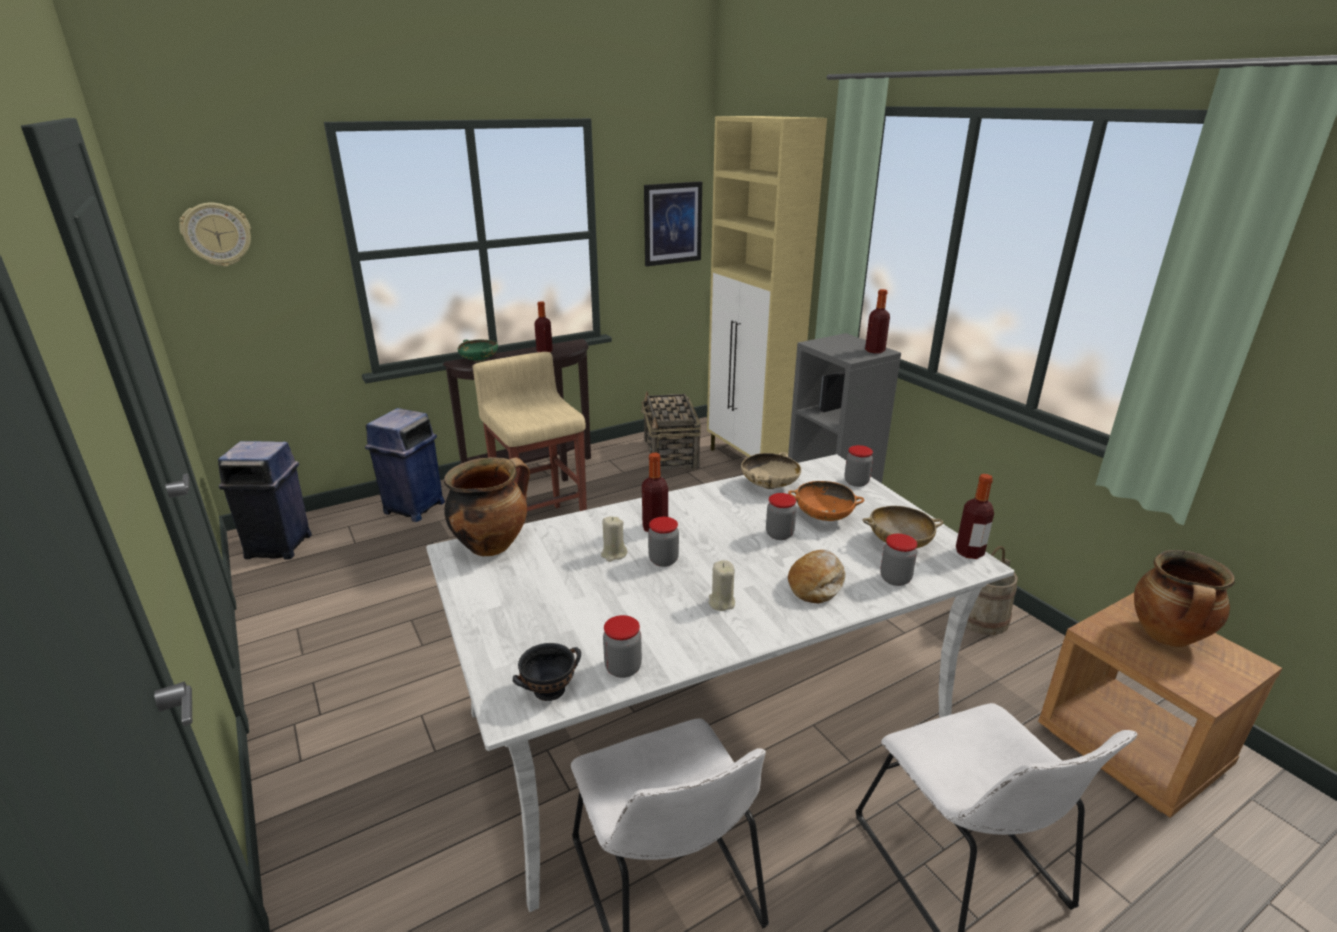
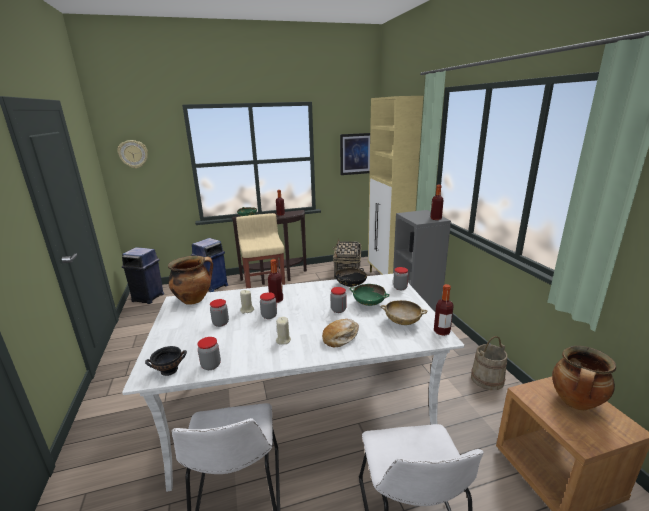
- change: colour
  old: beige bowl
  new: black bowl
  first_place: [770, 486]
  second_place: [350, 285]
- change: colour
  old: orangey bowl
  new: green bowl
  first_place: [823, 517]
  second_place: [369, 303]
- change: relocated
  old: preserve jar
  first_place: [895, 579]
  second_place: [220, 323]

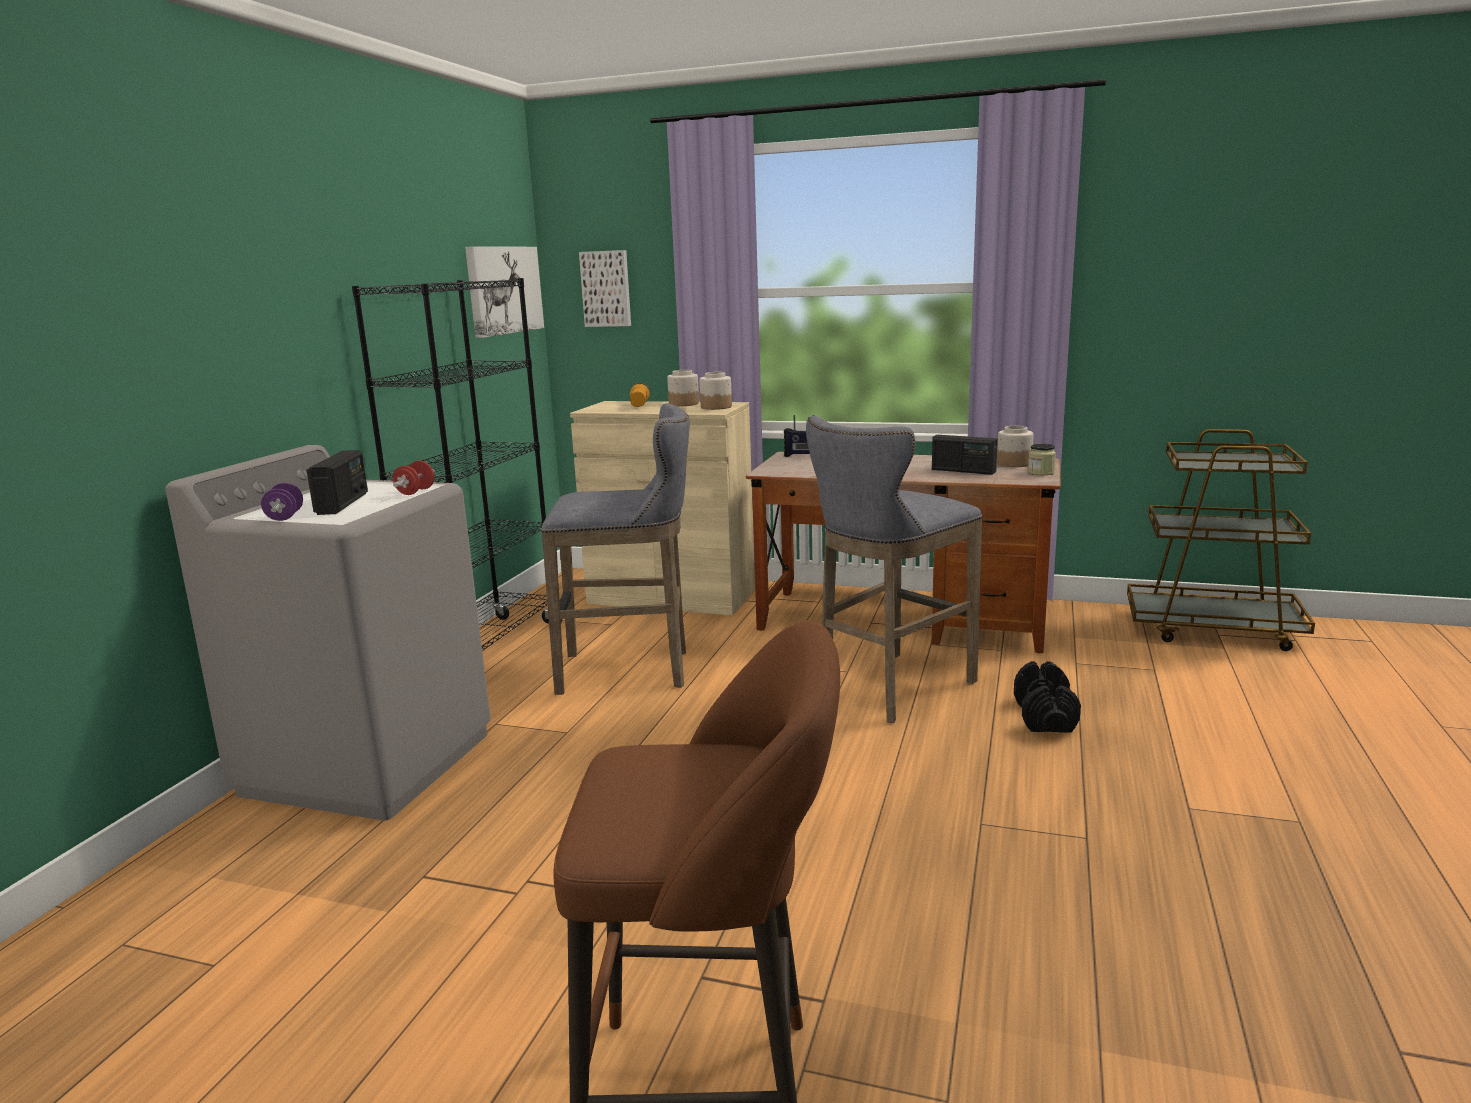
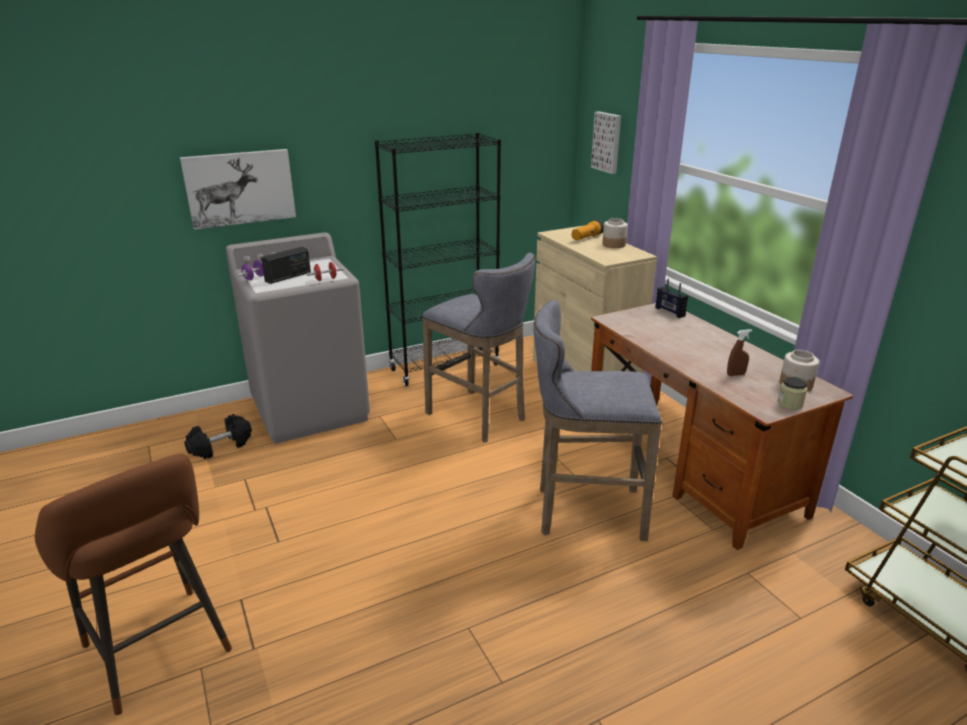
- change: relocated
  old: picture
  first_place: [503, 290]
  second_place: [240, 188]
- change: missing
  old: preserve jar
  first_place: [716, 407]
- change: exchanged
  old: radio set
  new: brownish hand sprayer
  first_place: [963, 471]
  second_place: [735, 374]
- change: relocated
  old: black hand weight
  first_place: [1045, 716]
  second_place: [220, 447]

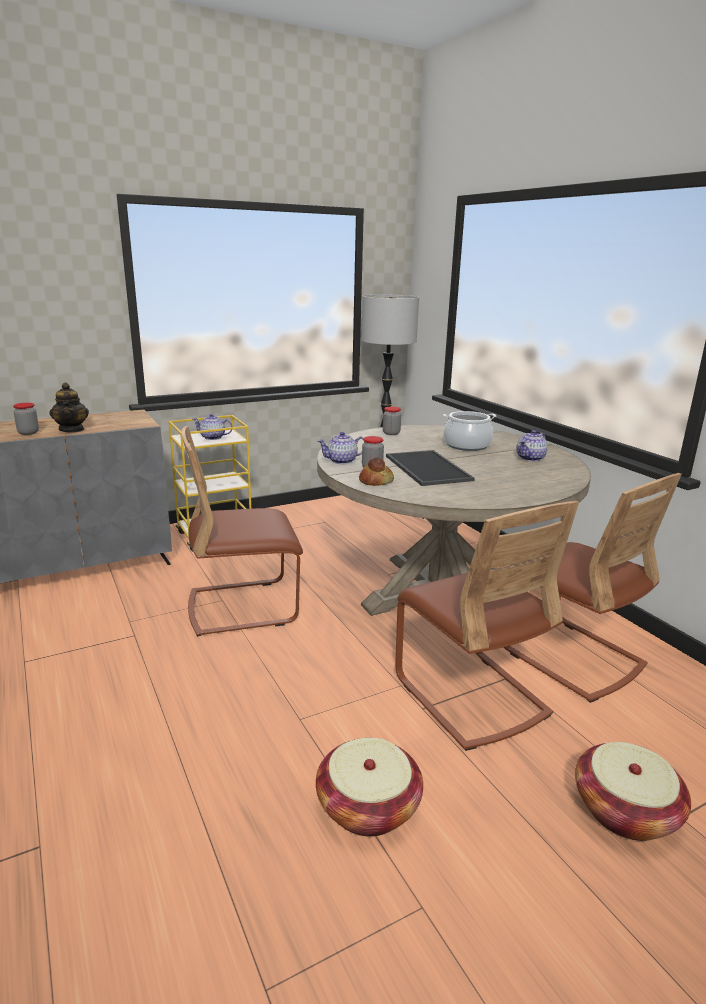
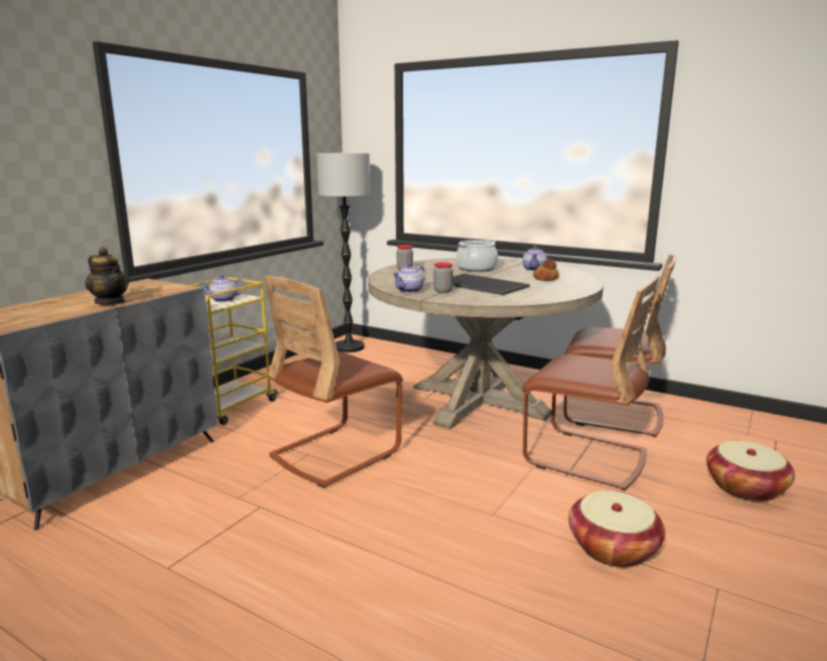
- change: missing
  old: preserve jar
  first_place: [28, 432]
- change: relocated
  old: bakery bread
  first_place: [375, 481]
  second_place: [545, 278]

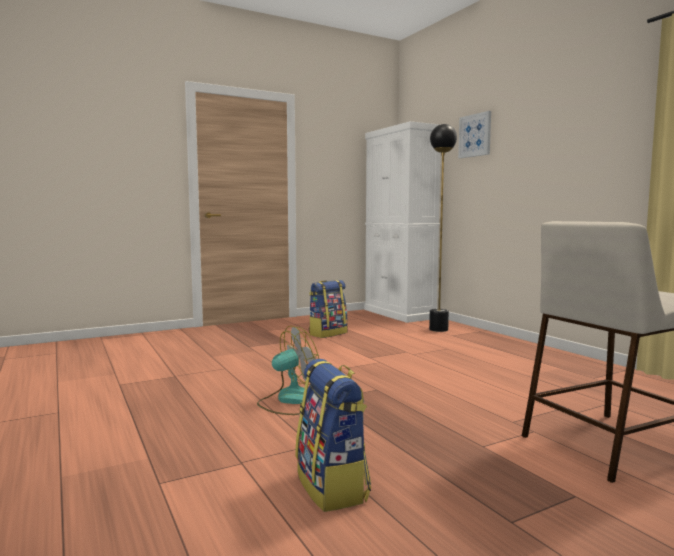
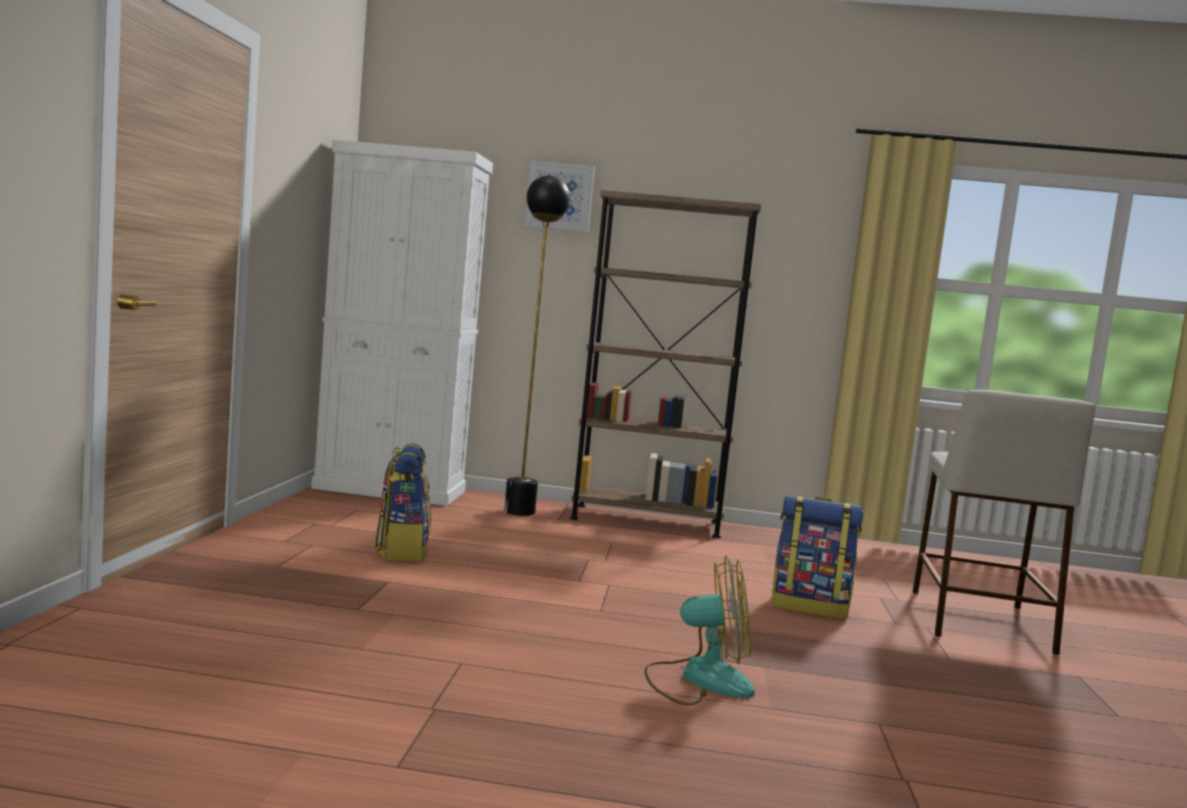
- change: spun
  old: electric fan
  first_place: [289, 400]
  second_place: [699, 679]
  degrees: 90
- change: relocated
  old: rucksack
  first_place: [333, 487]
  second_place: [810, 607]
- change: appeared
  new: brownish bookshelf
  second_place: [646, 520]

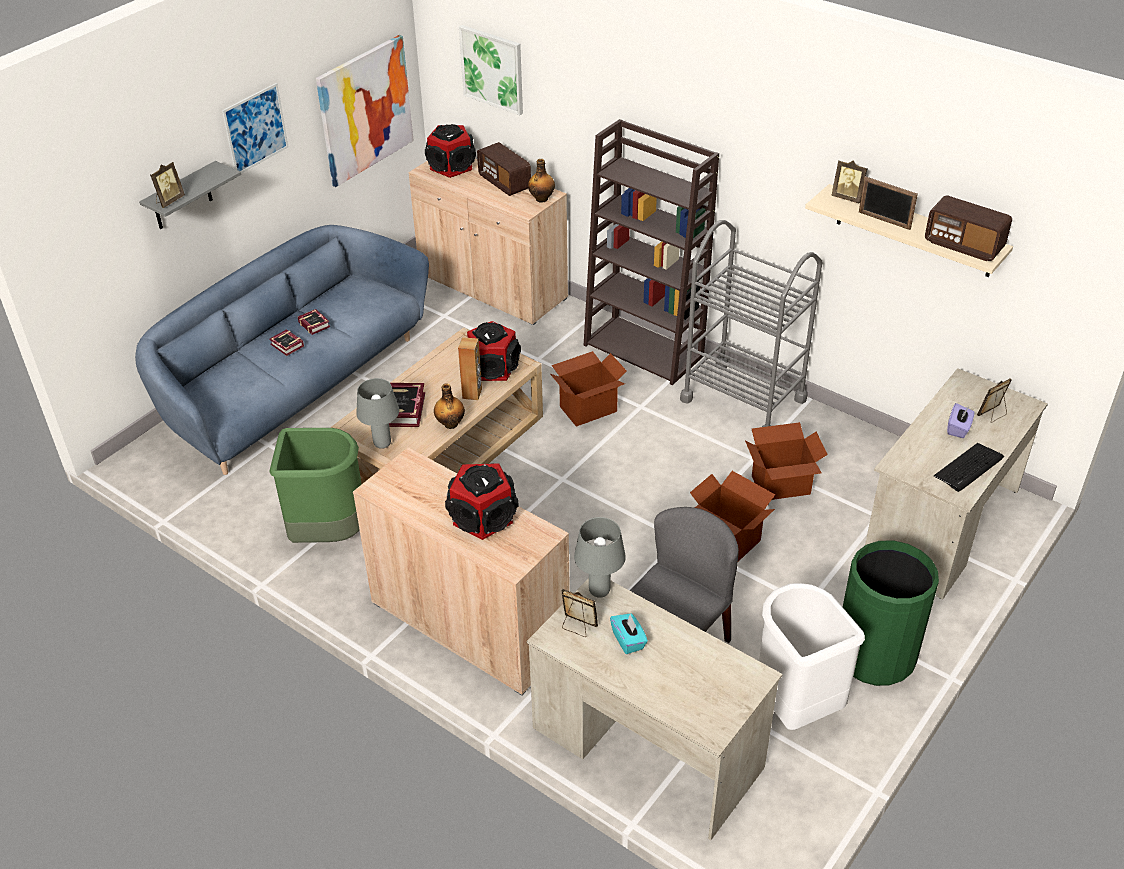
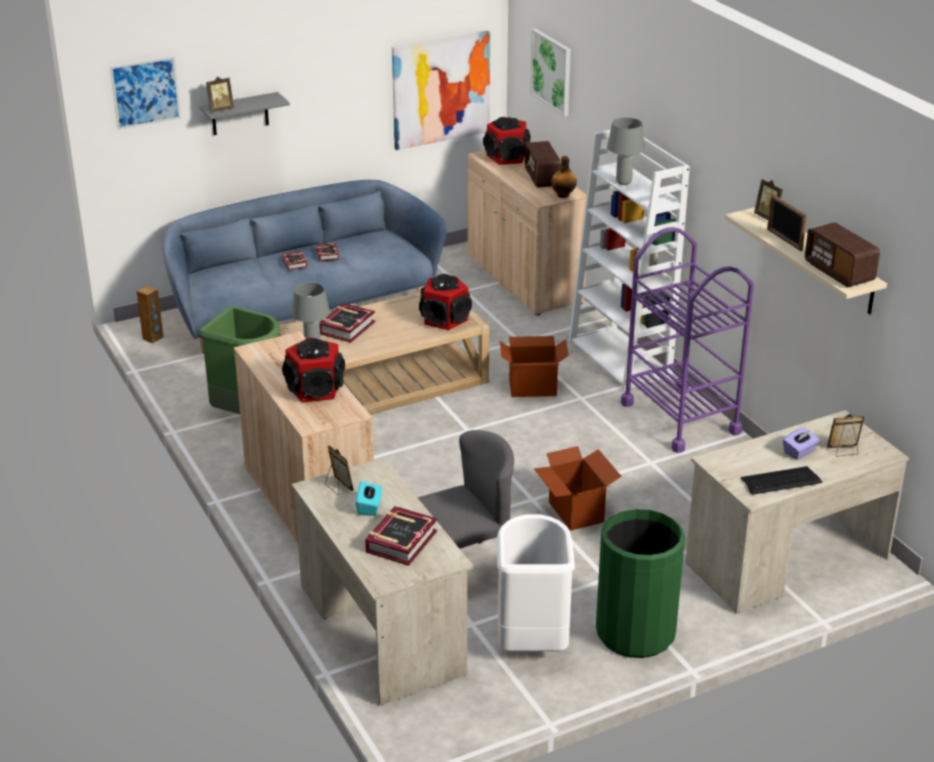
- change: relocated
  old: picture
  first_place: [255, 129]
  second_place: [145, 92]
- change: missing
  old: bottle
  first_place: [450, 423]
- change: relocated
  old: brownish audio speaker
  first_place: [472, 393]
  second_place: [153, 338]
- change: relocated
  old: gray table lamp
  first_place: [599, 591]
  second_place: [623, 182]
- change: colour
  old: brownish bookshelf
  new: whitish bookshelf
  first_place: [645, 350]
  second_place: [621, 358]
- change: colour
  old: gray trolley
  new: purple-coloured trolley
  first_place: [743, 399]
  second_place: [680, 417]
- change: missing
  old: packing box
  first_place: [781, 486]
- change: appeared
  new: bound book
  second_place: [401, 541]

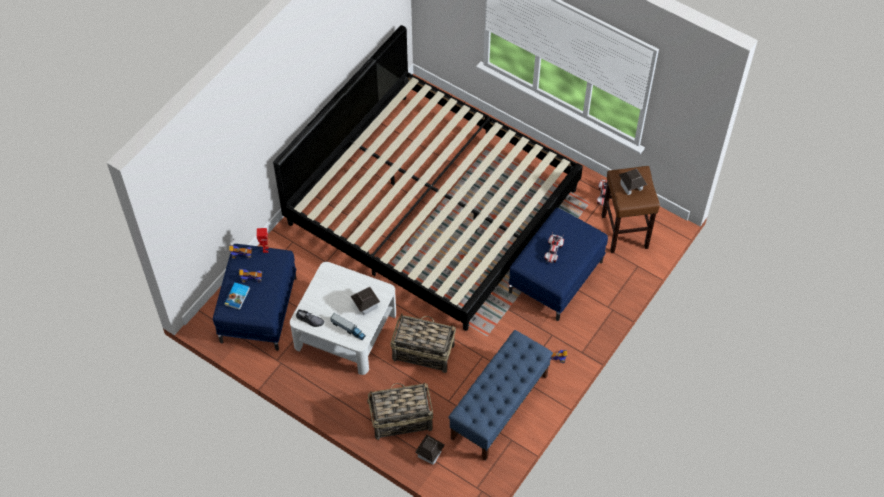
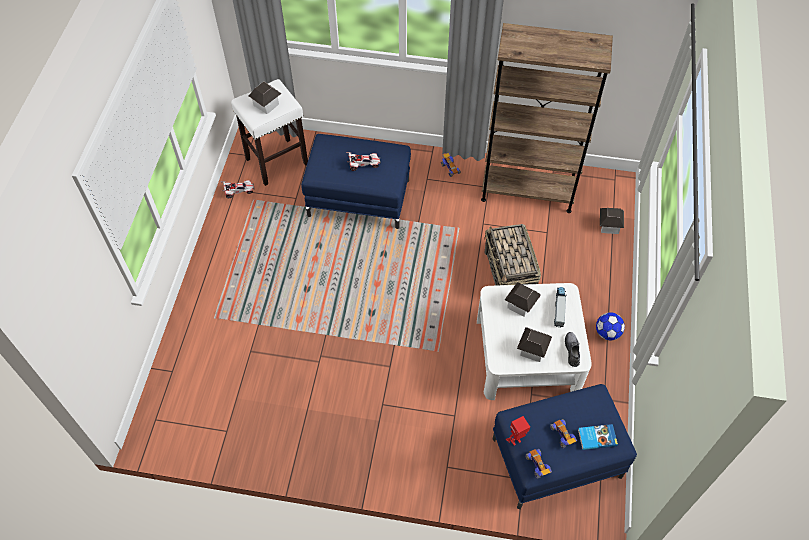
- change: missing
  old: bed
  first_place: [432, 206]
- change: missing
  old: storage basket
  first_place: [400, 419]
- change: exchanged
  old: blue-coloured long seat
  new: brownish bookshelf
  first_place: [499, 407]
  second_place: [527, 191]
- change: colour
  old: brownish stool seat
  new: whitish stool seat
  first_place: [625, 232]
  second_place: [277, 161]
- change: appeared
  new: model house
  second_place: [532, 349]
- change: appeared
  new: football ball
  second_place: [607, 333]

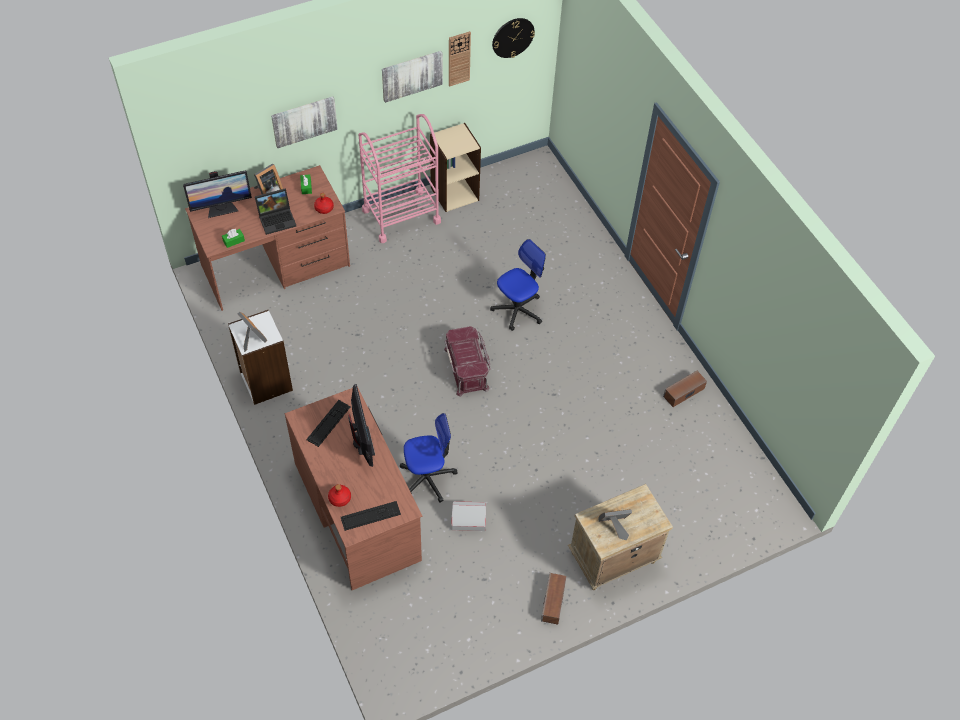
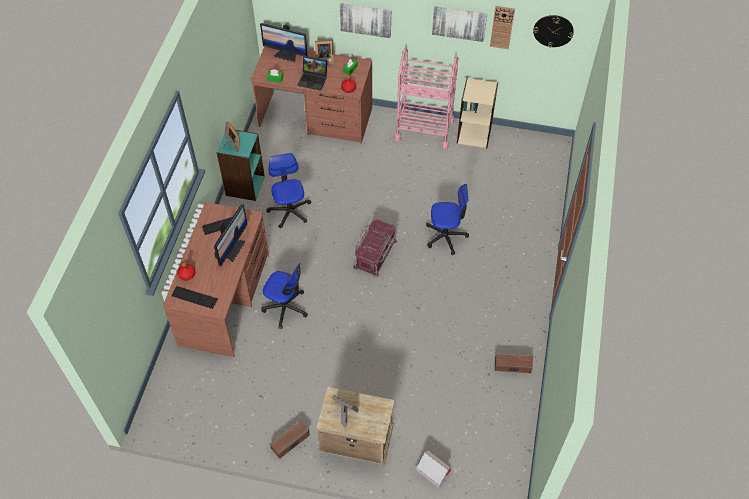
- change: colour
  old: whitish bookshelf
  new: turquoise-coloured bookshelf
  first_place: [265, 382]
  second_place: [244, 185]
- change: relocated
  old: packing box
  first_place: [468, 520]
  second_place: [433, 472]
- change: appeared
  new: desk chair
  second_place: [289, 211]

